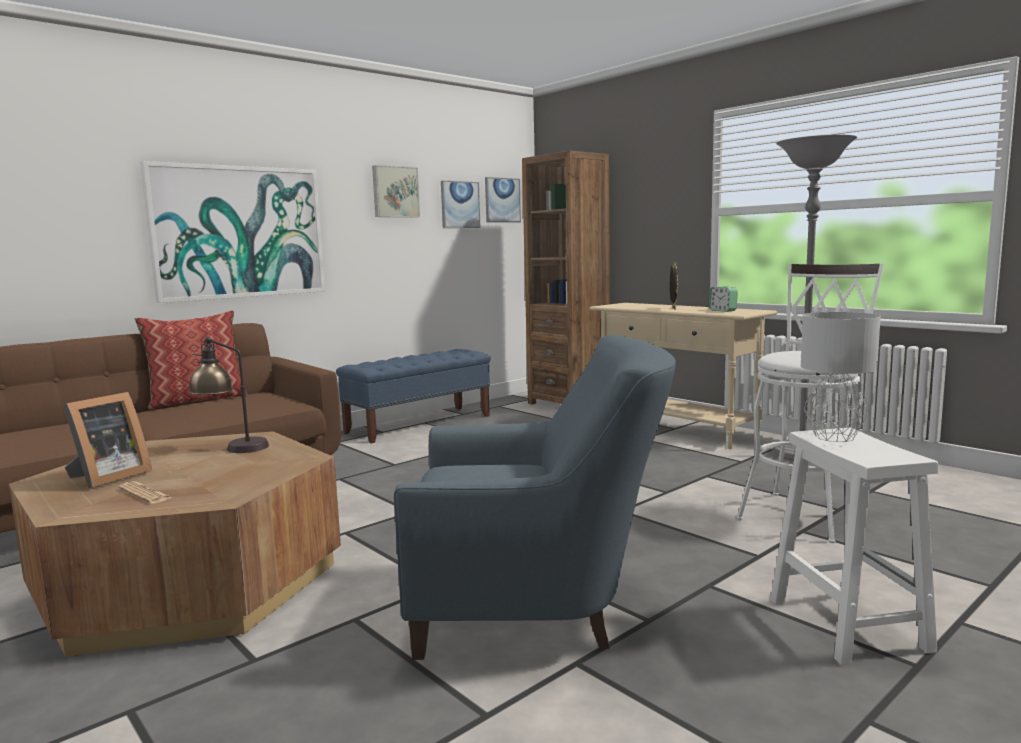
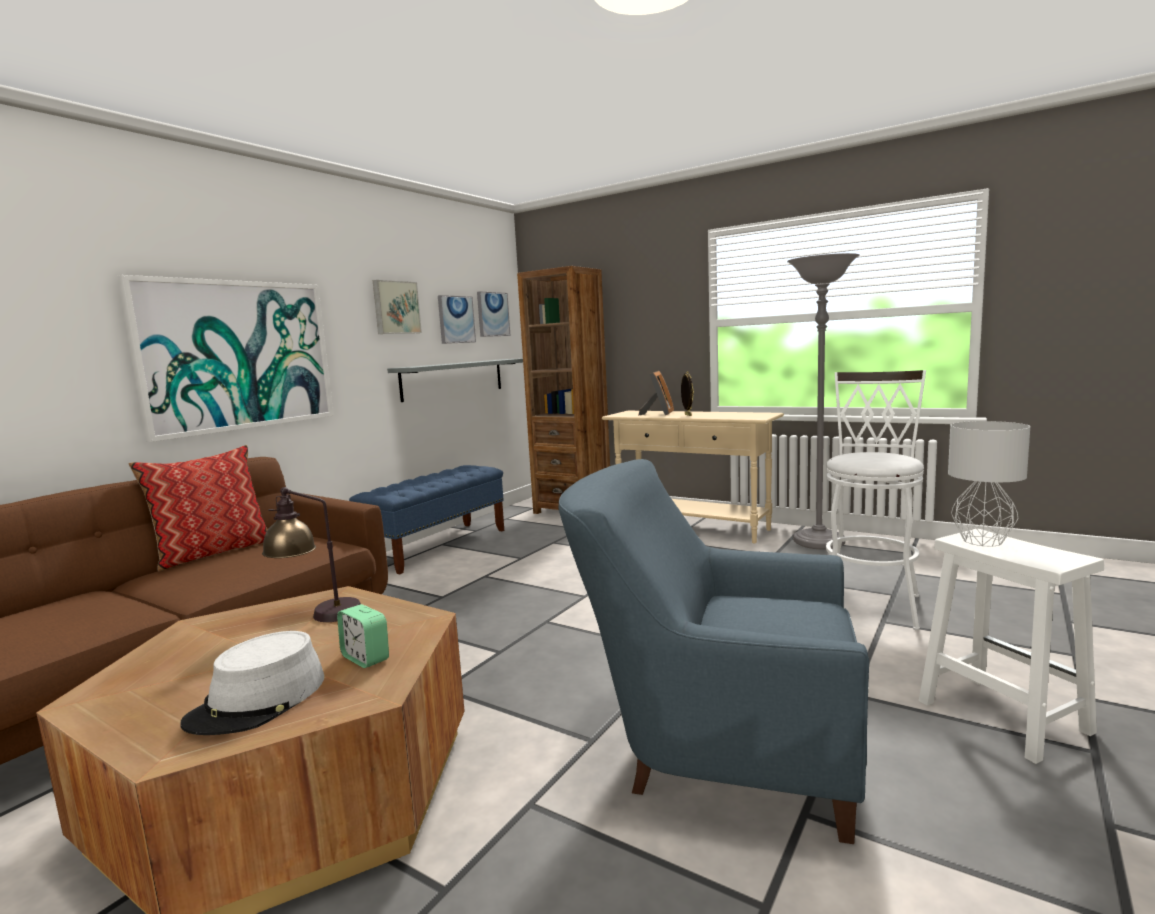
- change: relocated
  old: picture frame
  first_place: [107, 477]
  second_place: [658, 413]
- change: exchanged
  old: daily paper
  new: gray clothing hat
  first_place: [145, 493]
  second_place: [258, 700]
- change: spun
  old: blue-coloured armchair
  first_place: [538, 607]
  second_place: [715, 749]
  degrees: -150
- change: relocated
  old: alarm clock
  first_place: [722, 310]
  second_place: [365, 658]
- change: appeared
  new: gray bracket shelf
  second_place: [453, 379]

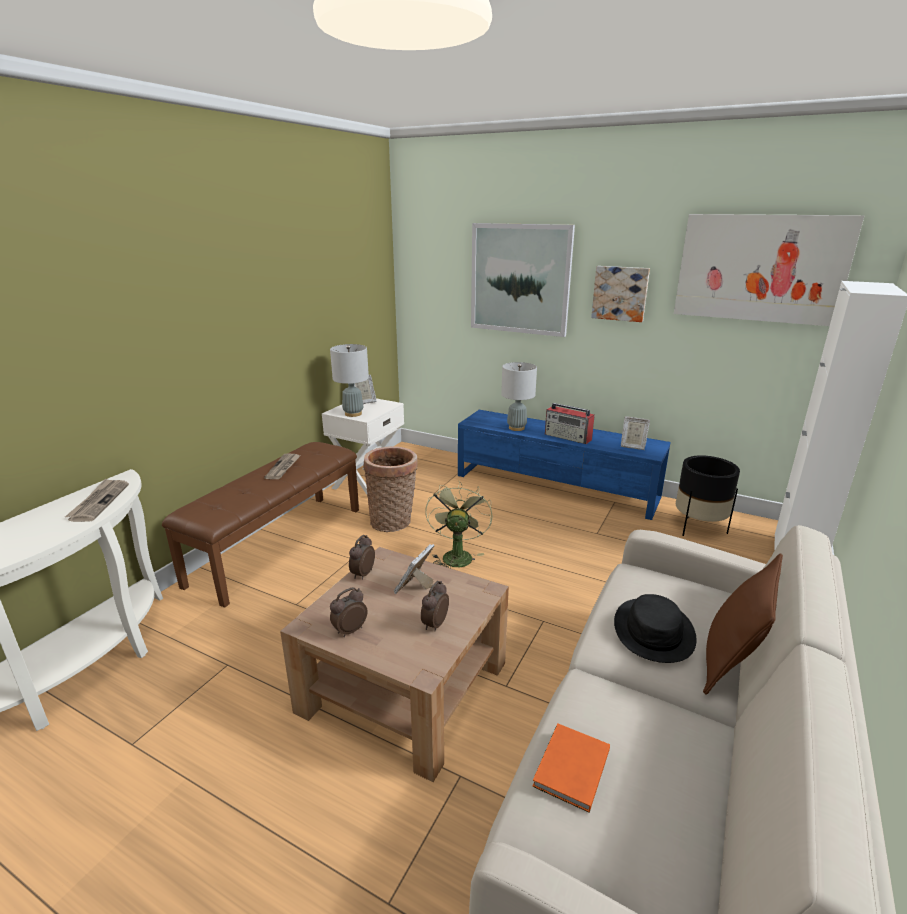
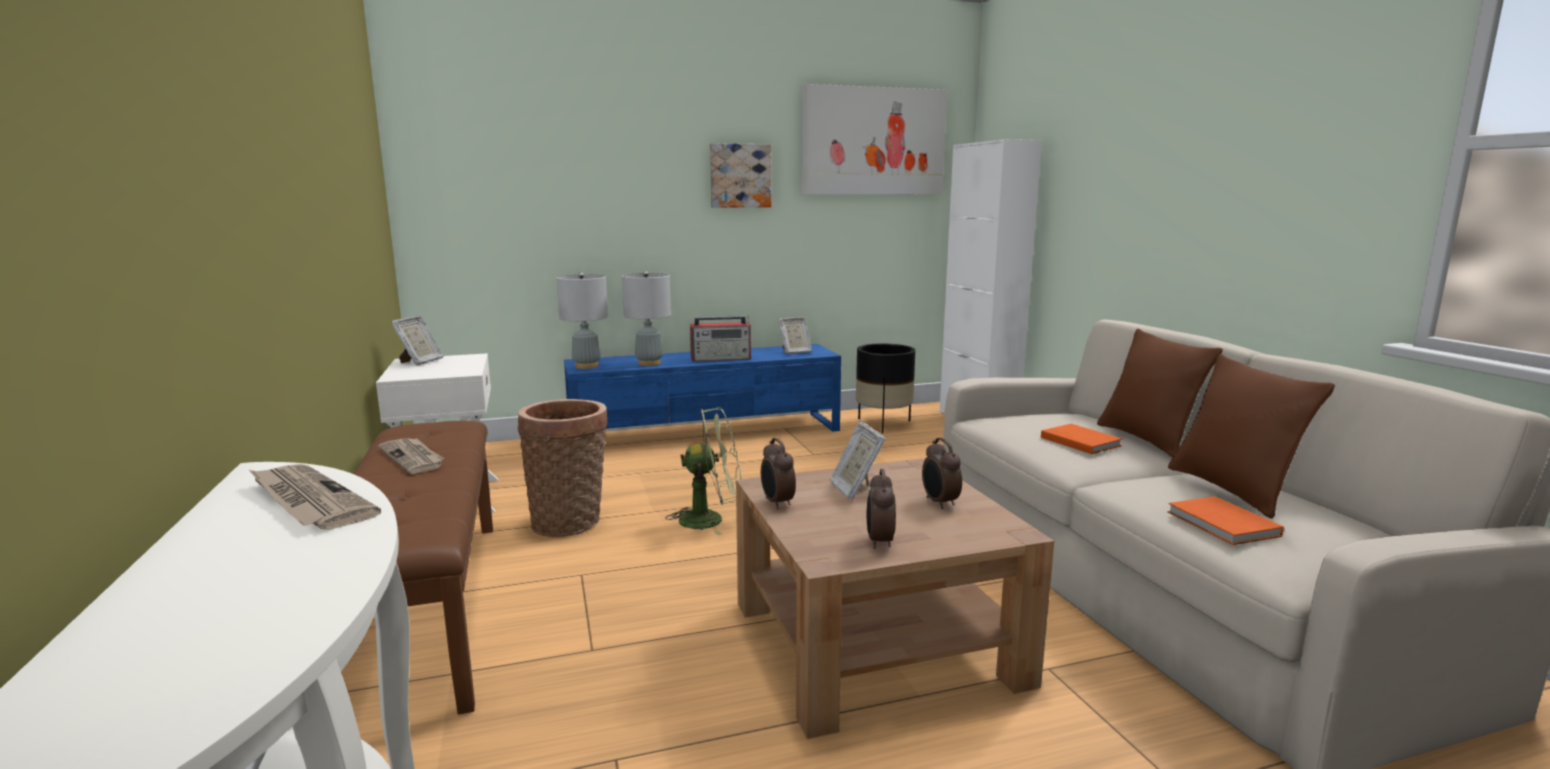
- change: relocated
  old: gray table lamp
  first_place: [353, 414]
  second_place: [586, 366]
- change: spun
  old: green electric fan
  first_place: [456, 555]
  second_place: [711, 519]
  degrees: 120
- change: missing
  old: picture
  first_place: [520, 279]
- change: exchanged
  old: black clothing hat
  new: orangey bound book
  first_place: [654, 631]
  second_place: [1079, 441]
- change: appeared
  new: brownish throw pillow
  second_place: [1232, 490]

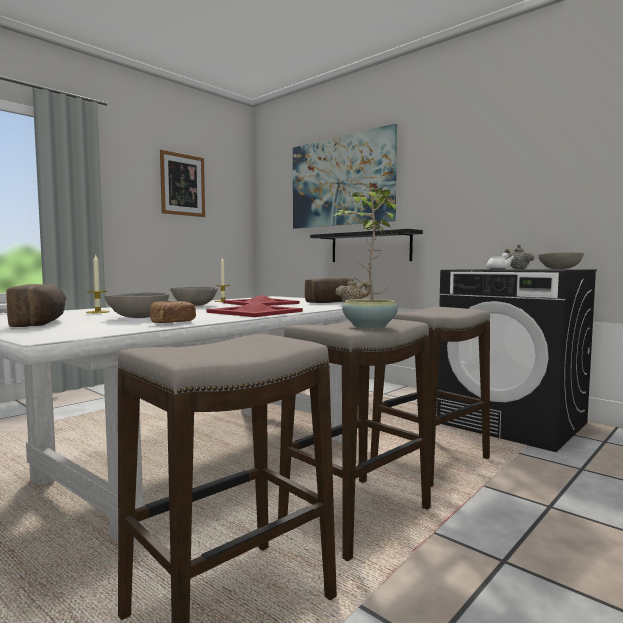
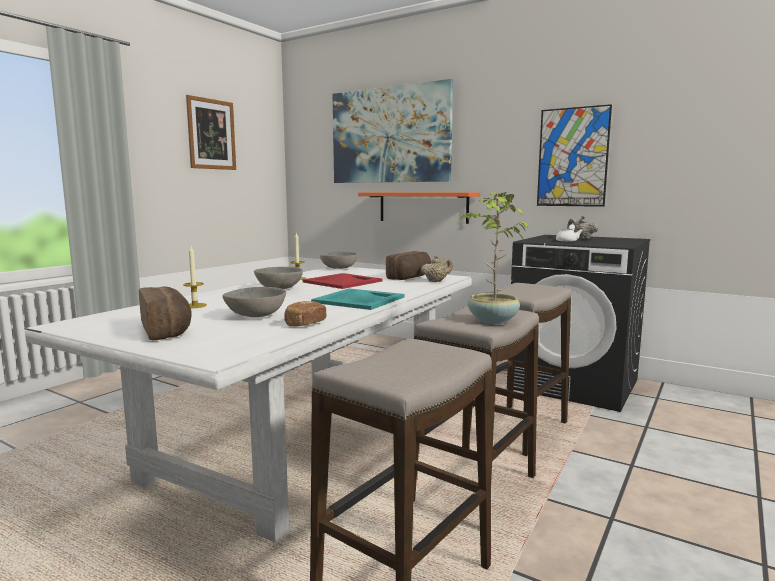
- change: colour
  old: red-coloured carrying tray
  new: turquoise-coloured carrying tray
  first_place: [255, 312]
  second_place: [359, 300]
- change: colour
  old: black bracket shelf
  new: orangey bracket shelf
  first_place: [370, 247]
  second_place: [422, 207]
- change: relocated
  old: gray bowl
  first_place: [559, 269]
  second_place: [338, 268]
- change: appeared
  new: picture
  second_place: [572, 157]

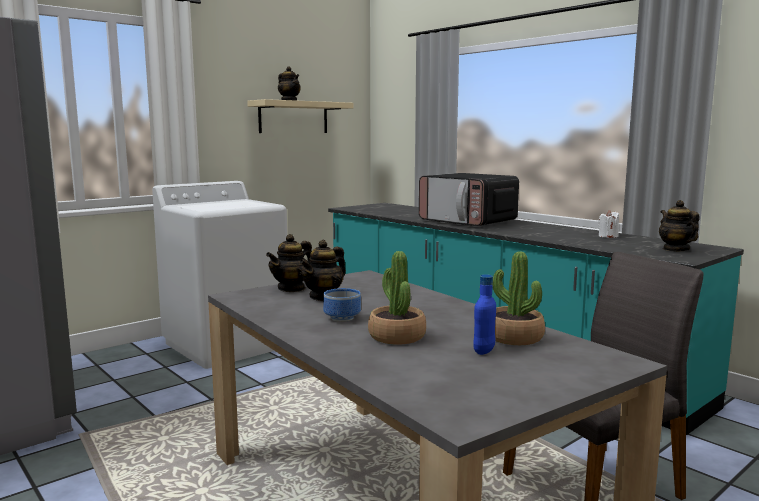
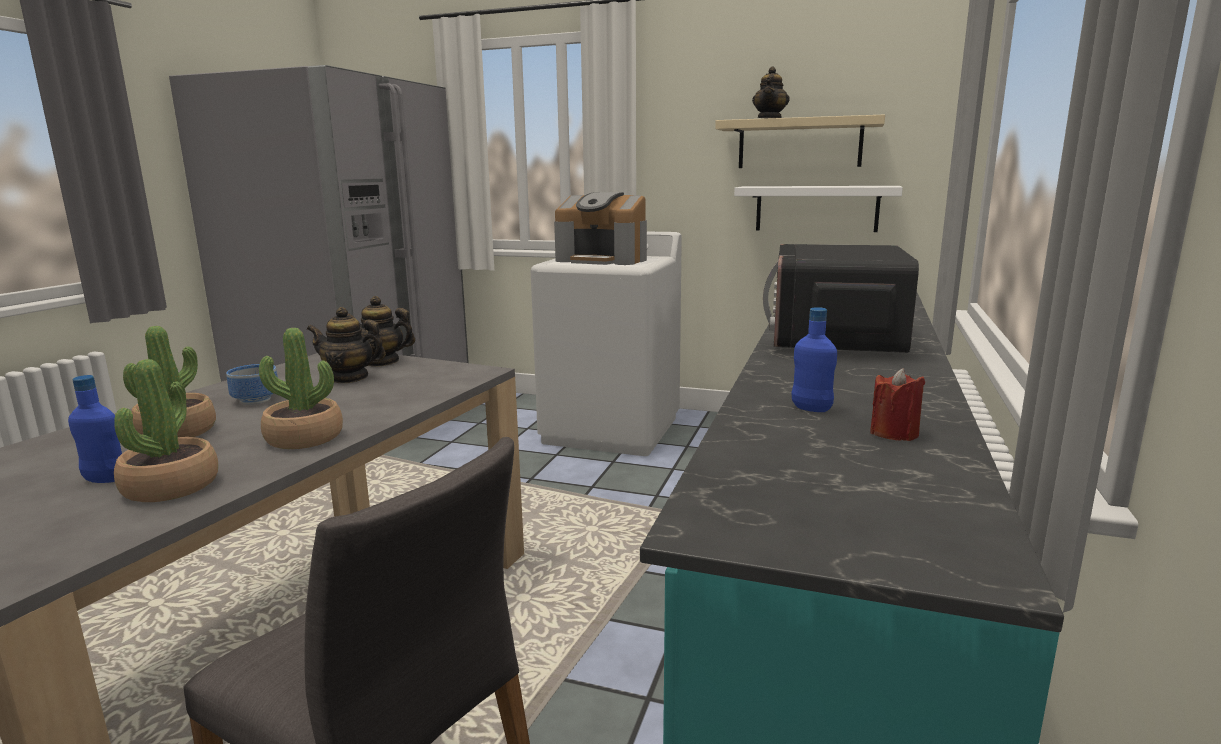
- change: colour
  old: whitish wax light
  new: red-coloured wax light
  first_place: [607, 236]
  second_place: [894, 433]
- change: missing
  old: tea pot
  first_place: [675, 249]
- change: appeared
  new: plant in a pot
  second_place: [304, 438]
- change: appeared
  new: coffee machine
  second_place: [603, 260]
- change: appeared
  new: whitish bracket shelf
  second_place: [816, 208]
- change: appeared
  new: blue-coloured bottle
  second_place: [811, 409]

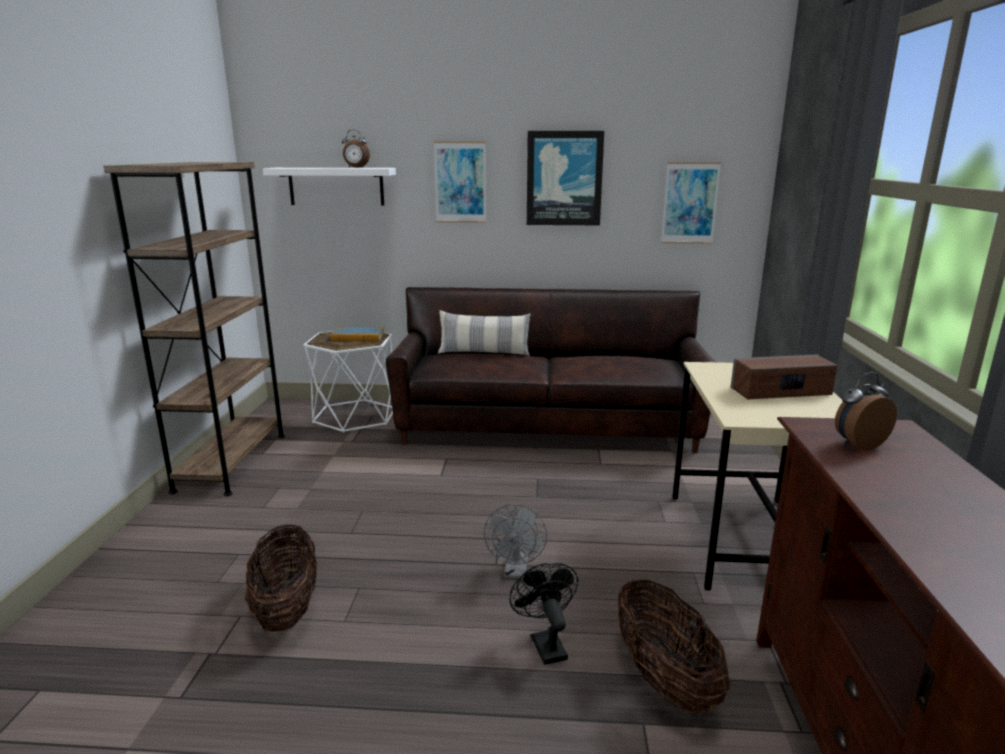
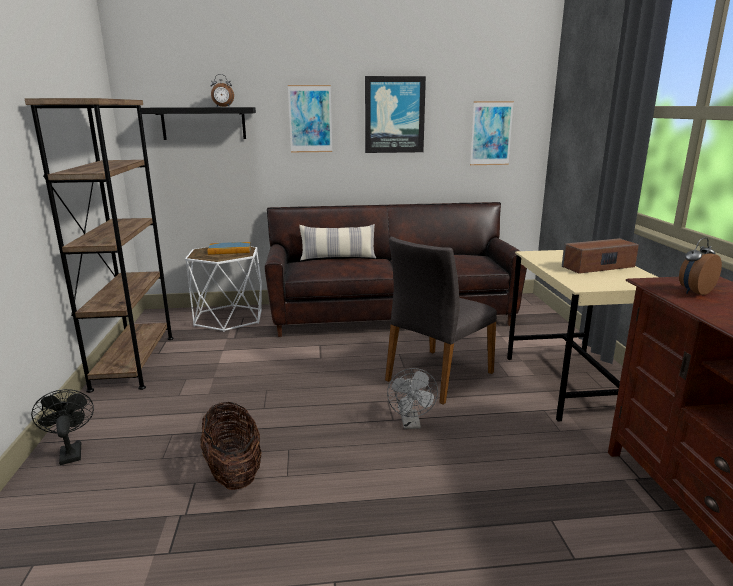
- change: colour
  old: whitish bracket shelf
  new: black bracket shelf
  first_place: [336, 186]
  second_place: [203, 123]
- change: relocated
  old: black electric fan
  first_place: [545, 643]
  second_place: [70, 451]
- change: missing
  old: storage basket
  first_place: [664, 679]
- change: appeared
  new: gray upright chair
  second_place: [437, 376]

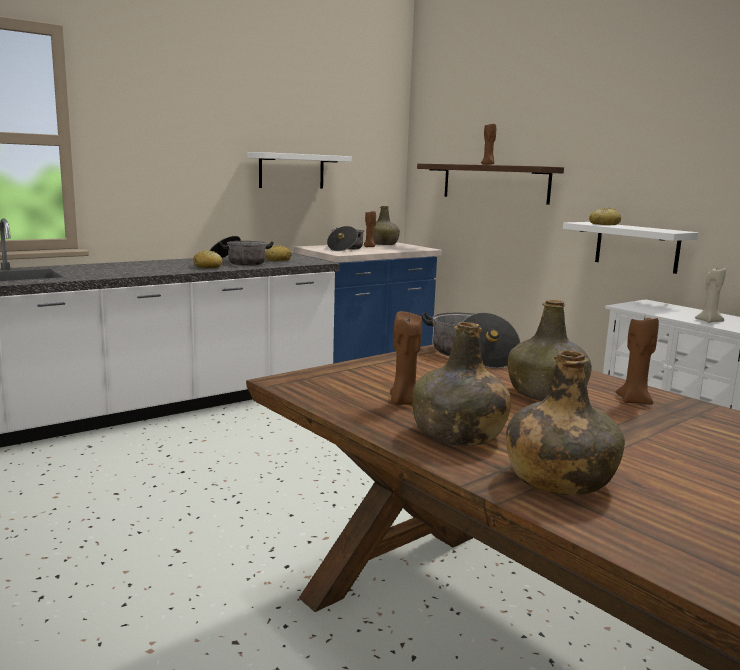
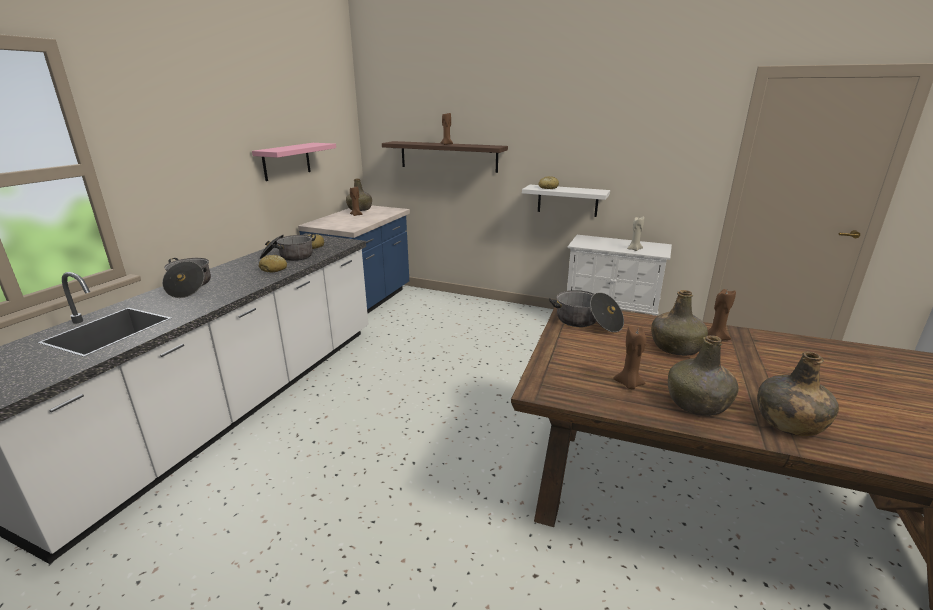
- change: colour
  old: whitish bracket shelf
  new: pink bracket shelf
  first_place: [291, 171]
  second_place: [286, 161]
- change: relocated
  old: cooking pot
  first_place: [345, 248]
  second_place: [189, 286]

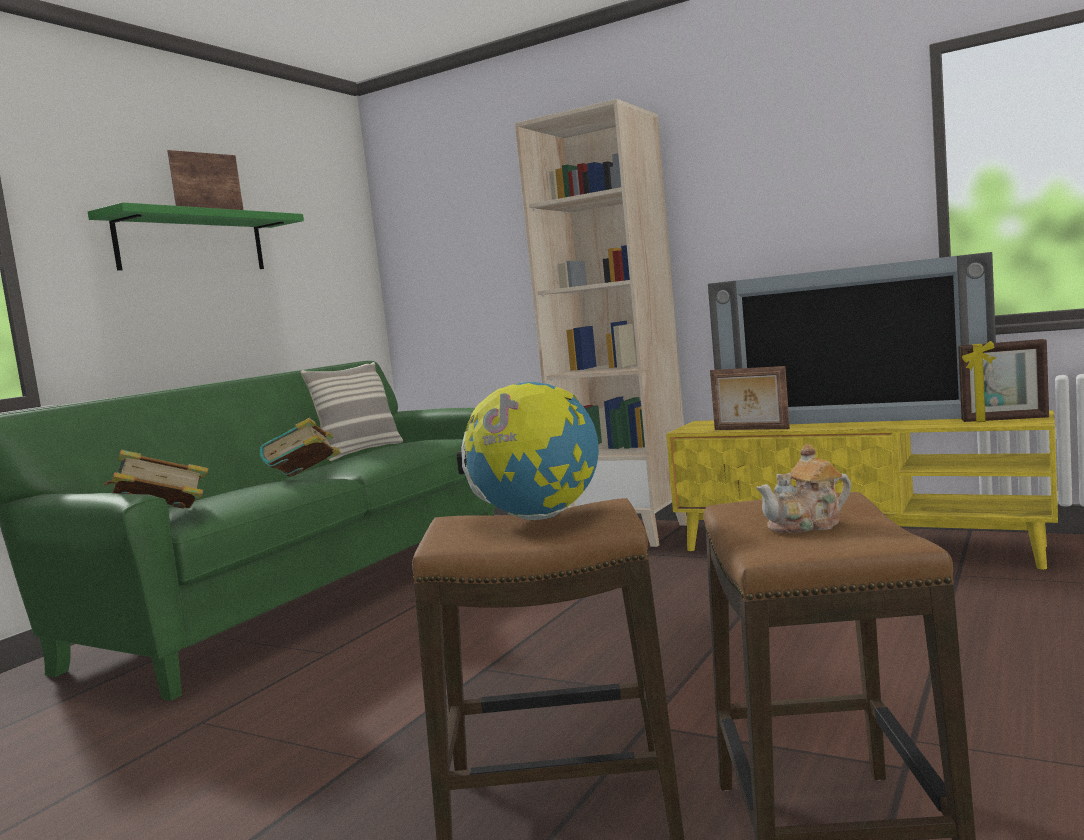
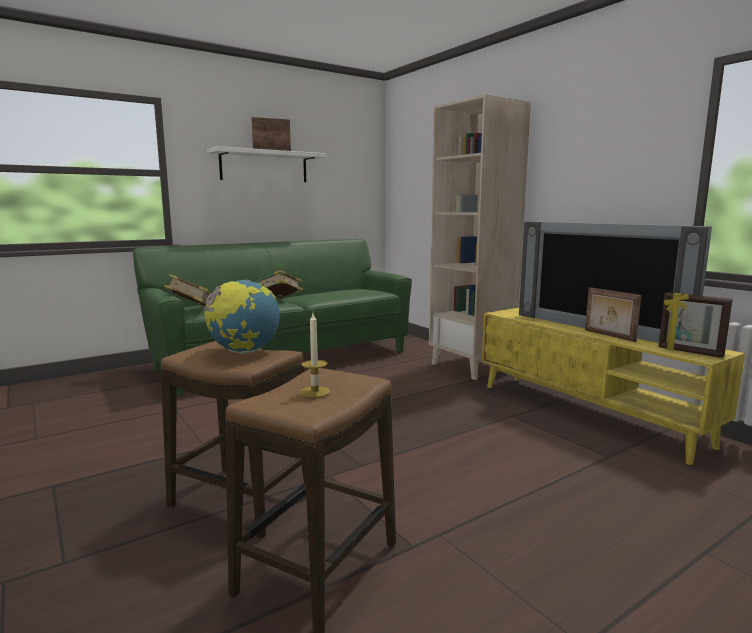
- change: colour
  old: green bracket shelf
  new: whitish bracket shelf
  first_place: [192, 243]
  second_place: [264, 166]
- change: missing
  old: throw pillow
  first_place: [360, 452]
- change: relocated
  old: picture frame
  first_place: [750, 429]
  second_place: [608, 336]
- change: exchanged
  old: tea pot
  new: wax light
  first_place: [807, 525]
  second_place: [315, 392]

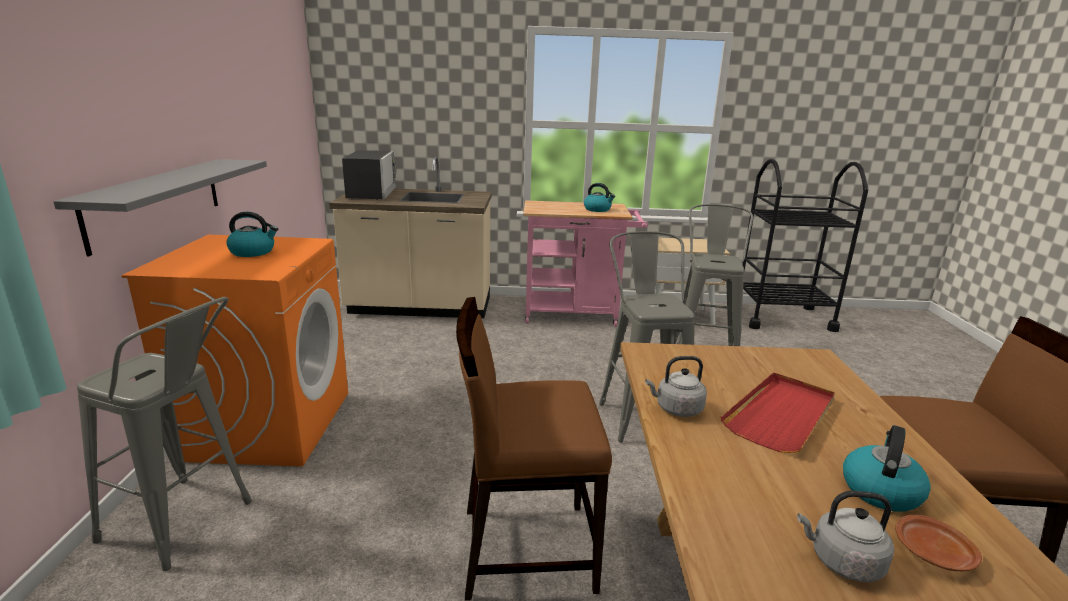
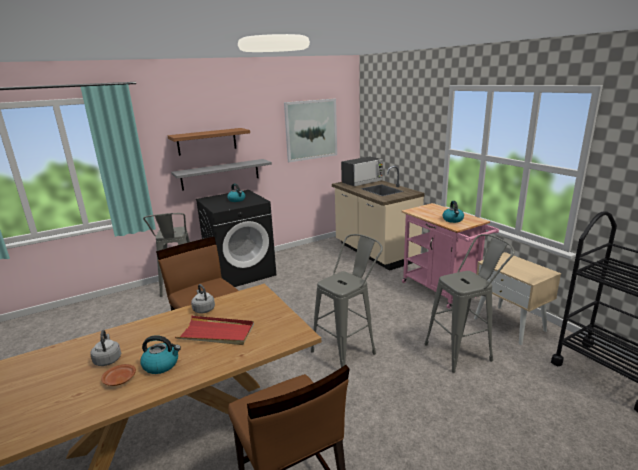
- change: colour
  old: orangey laundry machine
  new: black laundry machine
  first_place: [268, 423]
  second_place: [241, 272]
- change: appeared
  new: bracket shelf
  second_place: [207, 141]
- change: appeared
  new: picture
  second_place: [311, 130]

